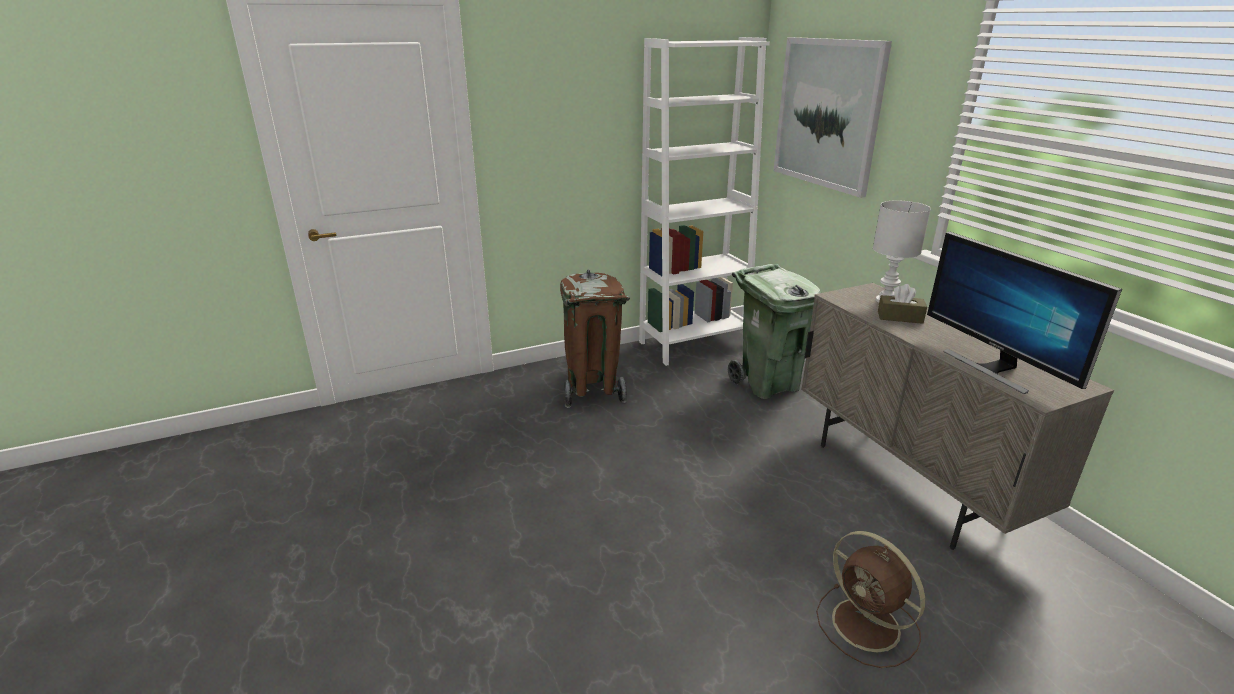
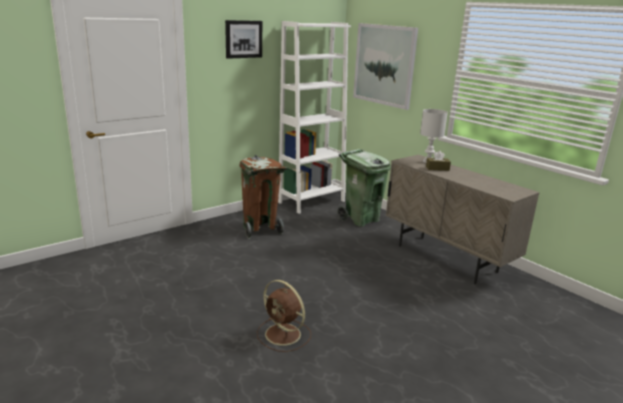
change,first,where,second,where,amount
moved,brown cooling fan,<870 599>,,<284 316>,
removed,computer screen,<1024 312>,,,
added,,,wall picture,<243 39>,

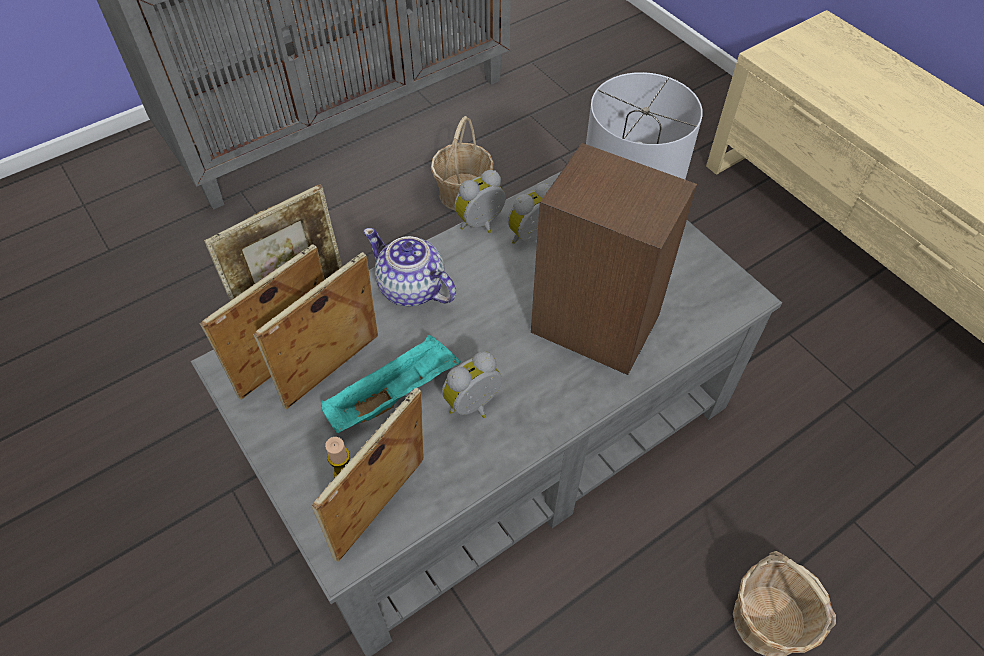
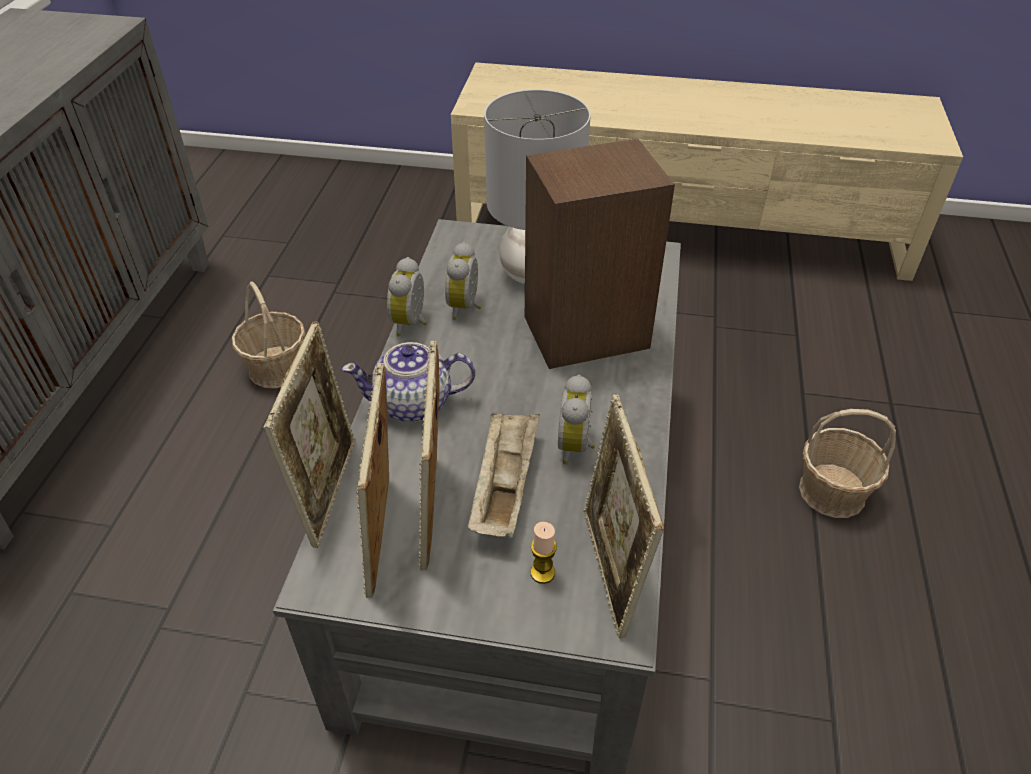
change,first,where,second,where,amount
recoloured,blue-green serving tray,<391 384>,sand-coloured serving tray,<504 475>,

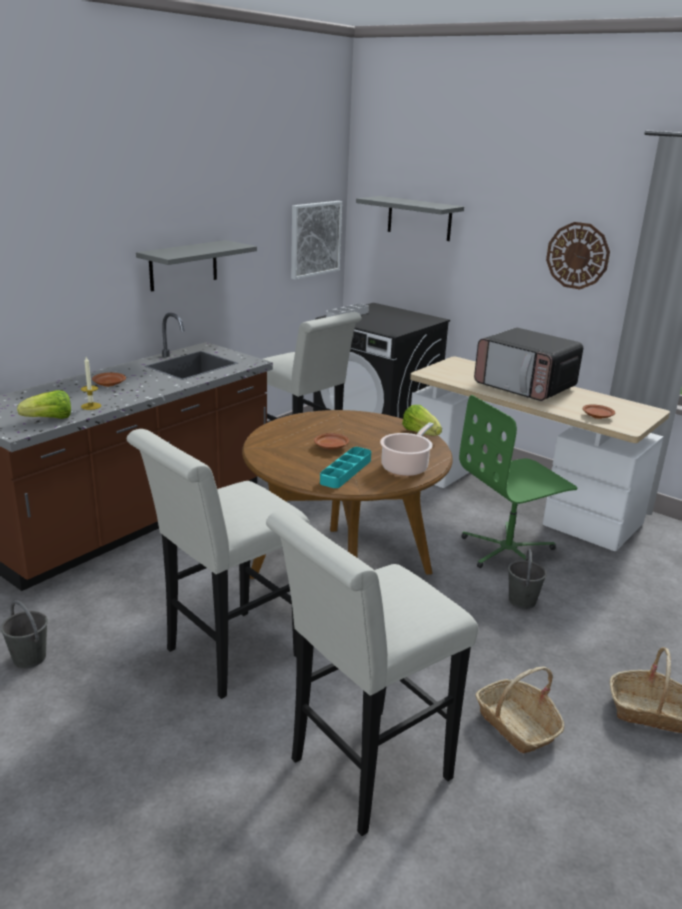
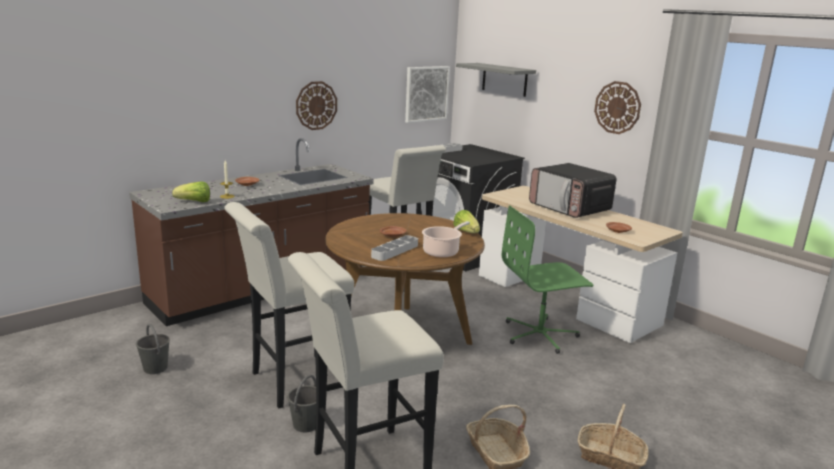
change,first,where,second,where,amount
replaced,gray wall shelf,<196 265>,clock on the wall,<316 105>,
recoloured,blue-green serving tray,<345 467>,gray serving tray,<394 248>,
moved,gray bucket,<527 579>,,<301 403>,

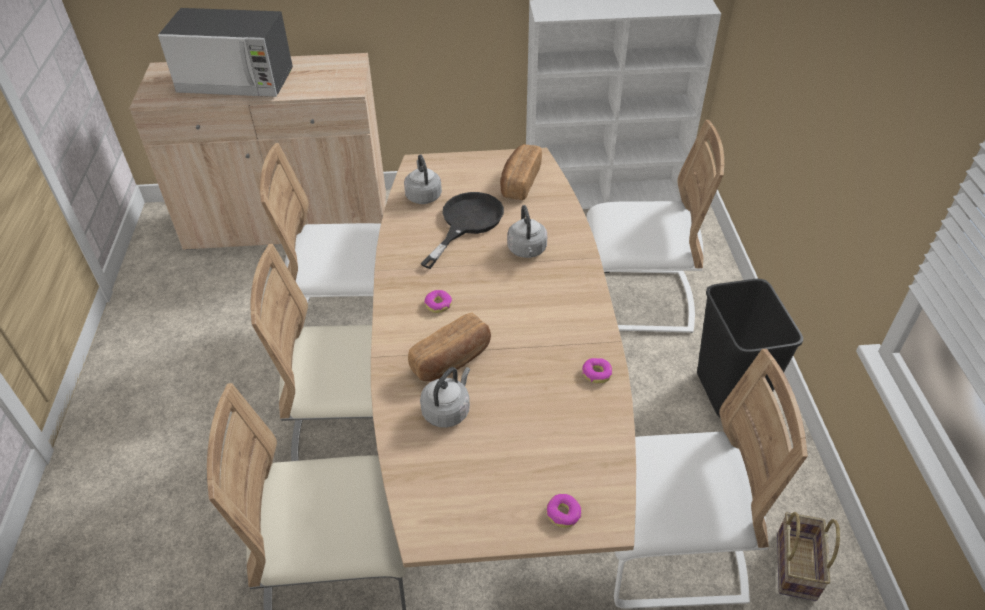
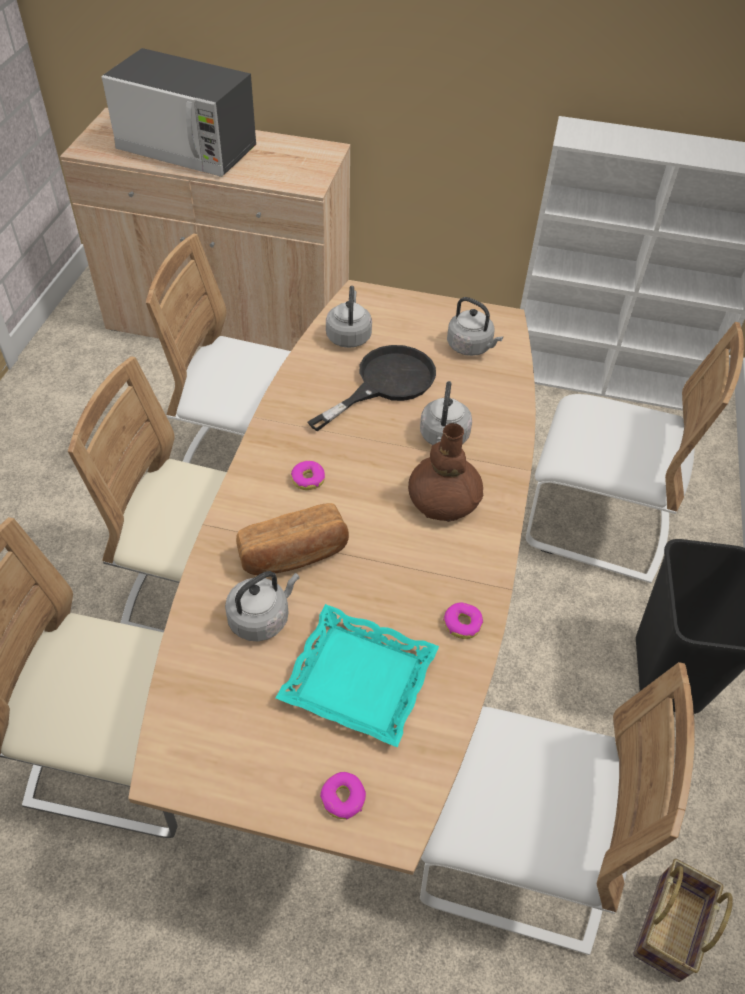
change,first,where,second,where,amount
replaced,bread,<521 172>,gray kettle,<475 326>,
added,,,blue-green serving tray,<357 675>,
added,,,brown decorative vase,<445 472>,

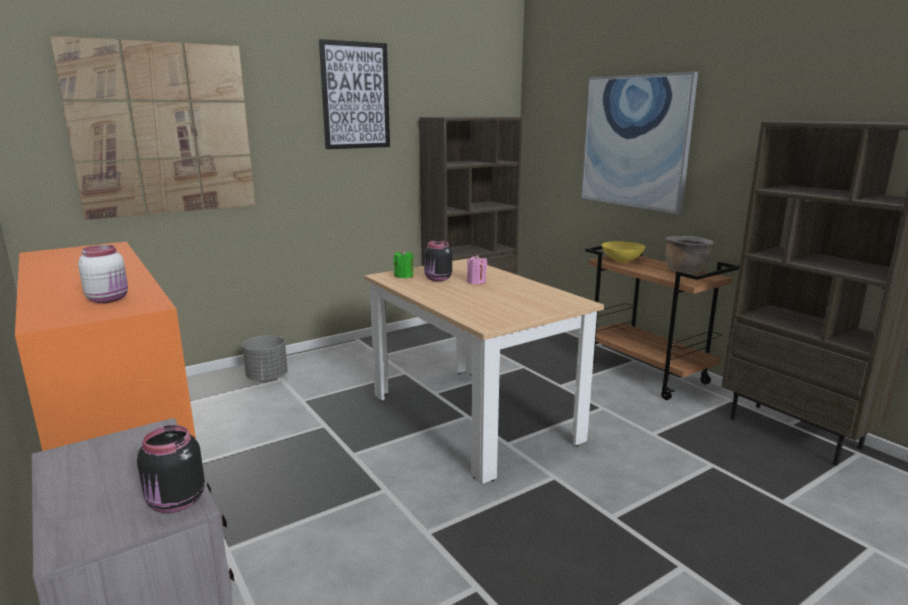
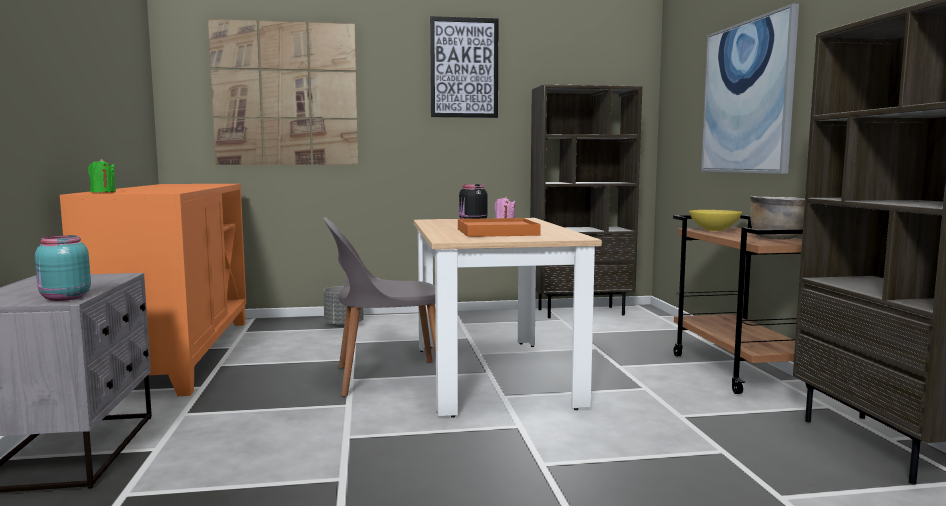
change,first,where,second,where,amount
removed,white-coloured storage jar,<103 274>,,,
recoloured,black-coloured storage jar,<171 469>,blue-green storage jar,<63 268>,
moved,green candle,<404 263>,,<102 175>,
added,,,gray upright chair,<379 307>,
added,,,orange serving tray,<499 227>,

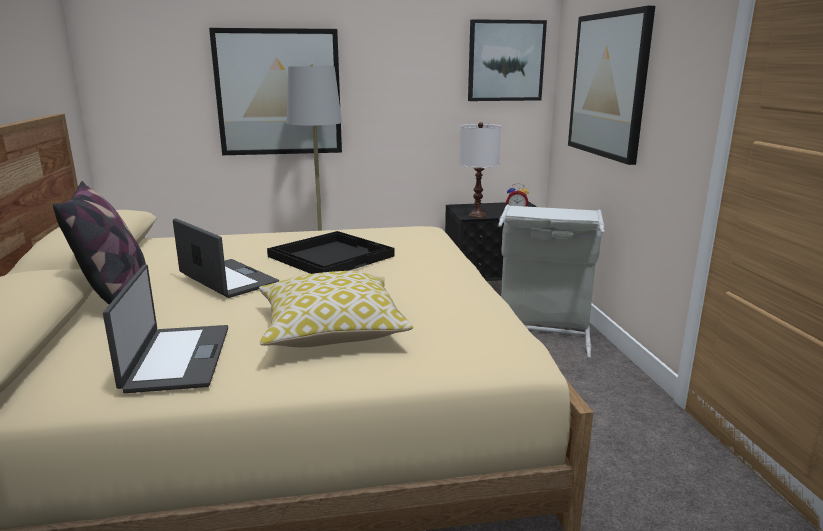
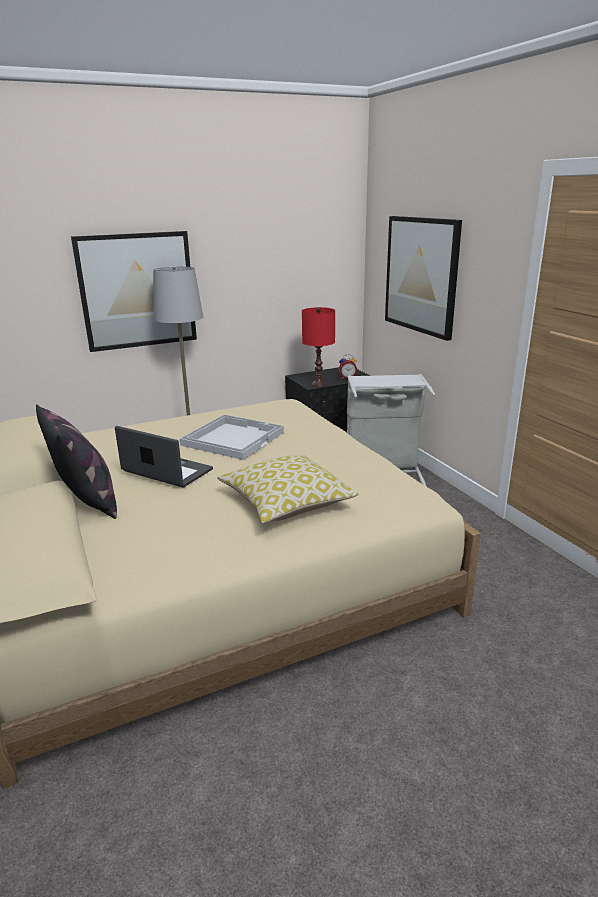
change,first,where,second,where,amount
removed,portable computer,<165 328>,,,
recoloured,black-coloured serving tray,<331 252>,white-coloured serving tray,<231 437>,
recoloured,white-coloured table lamp,<480 170>,reddish table lamp,<318 347>,
removed,wall picture,<507 60>,,,

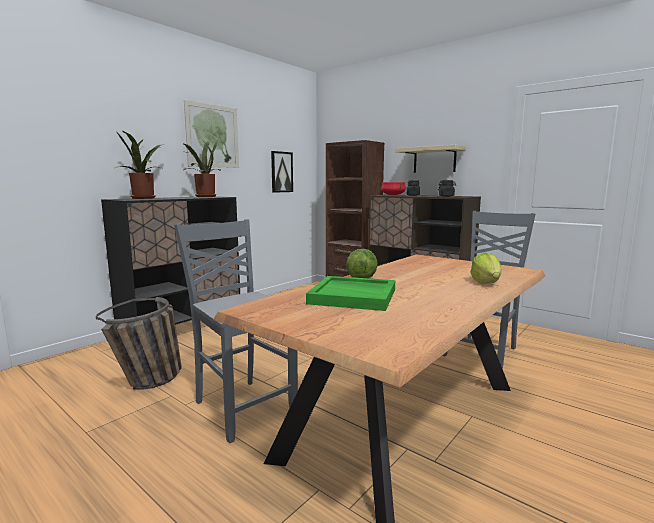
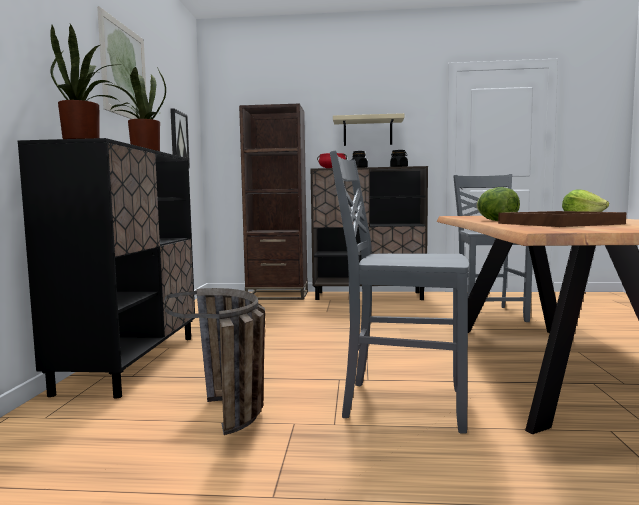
change,first,where,second,where,amount
recoloured,green serving tray,<350 293>,brown serving tray,<562 219>,

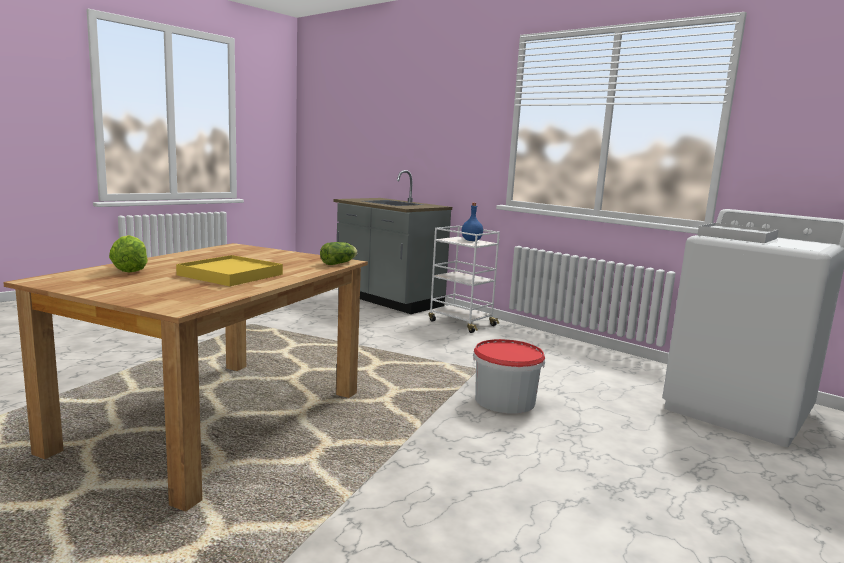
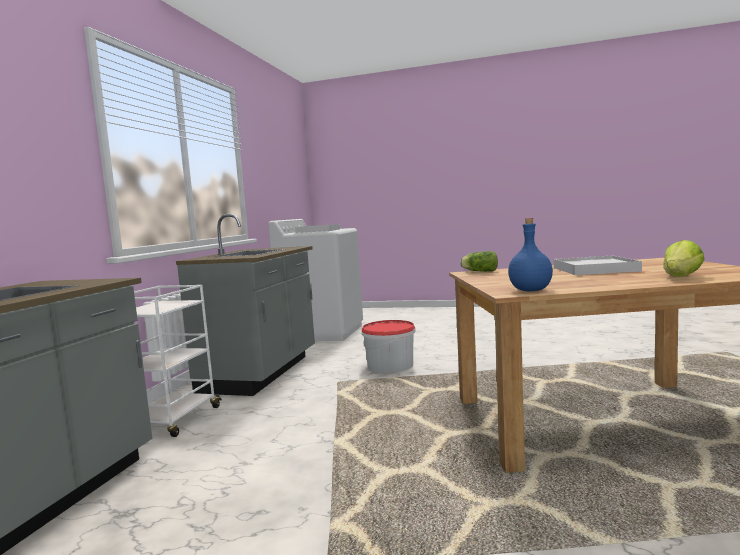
change,first,where,second,where,amount
recoloured,yellow serving tray,<229 270>,white-coloured serving tray,<598 265>,
moved,blue-coloured drink bottle,<472 222>,,<530 255>,
added,,,gray kitchen base unit,<245 305>,

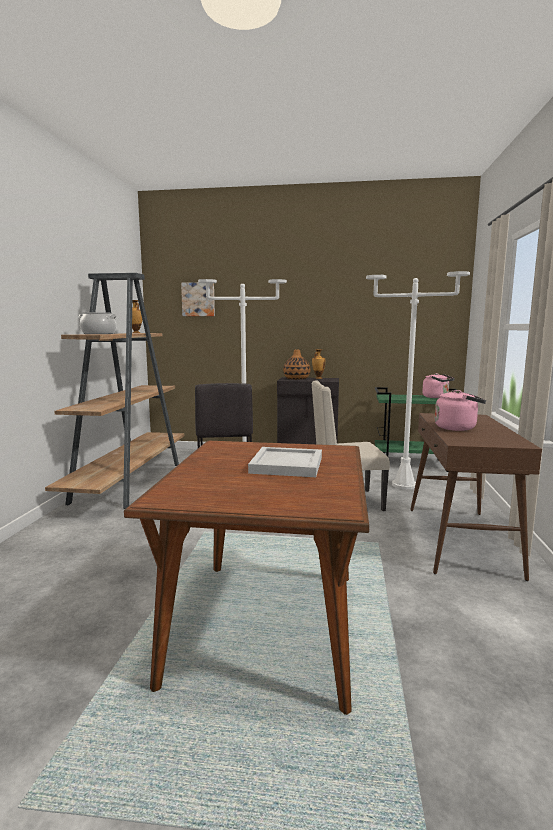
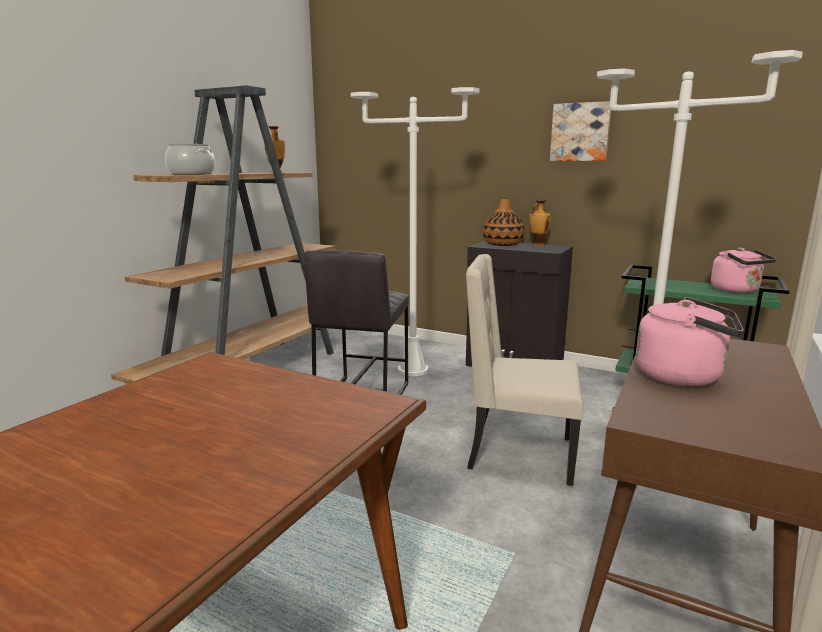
change,first,where,second,where,amount
moved,wall picture,<198 299>,,<580 131>,
removed,white-coloured serving tray,<285 462>,,,

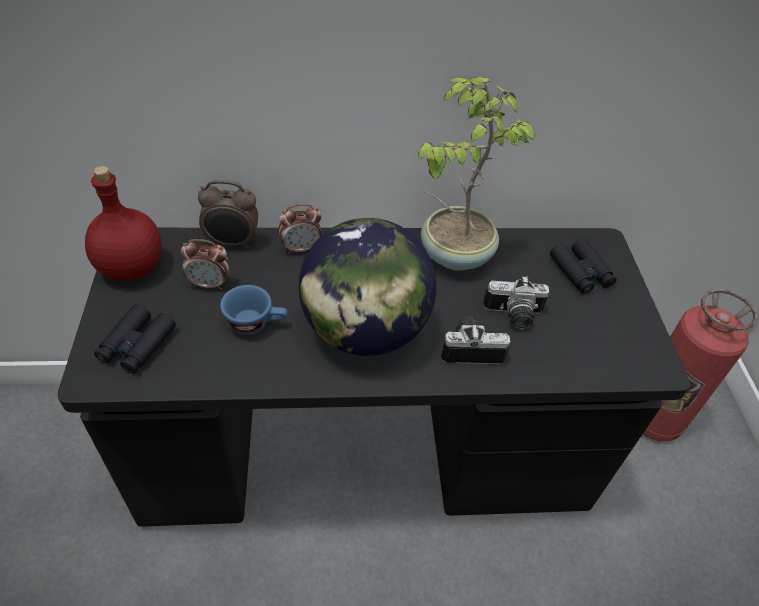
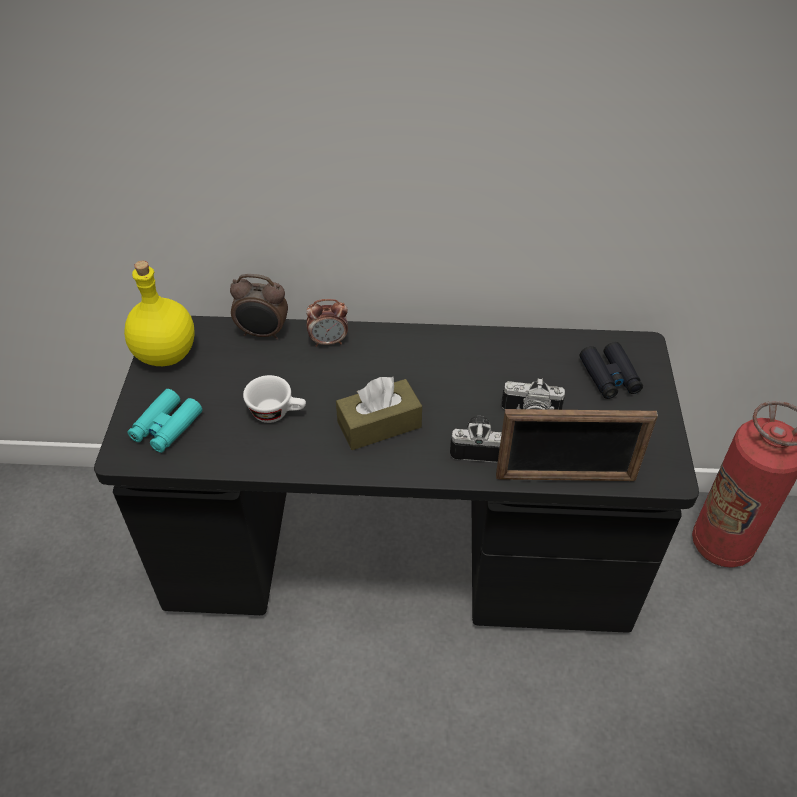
change,first,where,second,where,amount
recoloured,reddish drink bottle,<123 223>,yellow drink bottle,<159 313>,
recoloured,black-coloured pair of binoculars,<135 339>,blue-green pair of binoculars,<164 421>,
removed,table clock,<205 264>,,,
recoloured,blue-coloured drinking cup,<253 310>,white-coloured drinking cup,<274 399>,
replaced,globe,<368 287>,brown tissue holder,<379 413>,
removed,houseplant,<477 174>,,,
added,,,photo frame,<577 445>,

